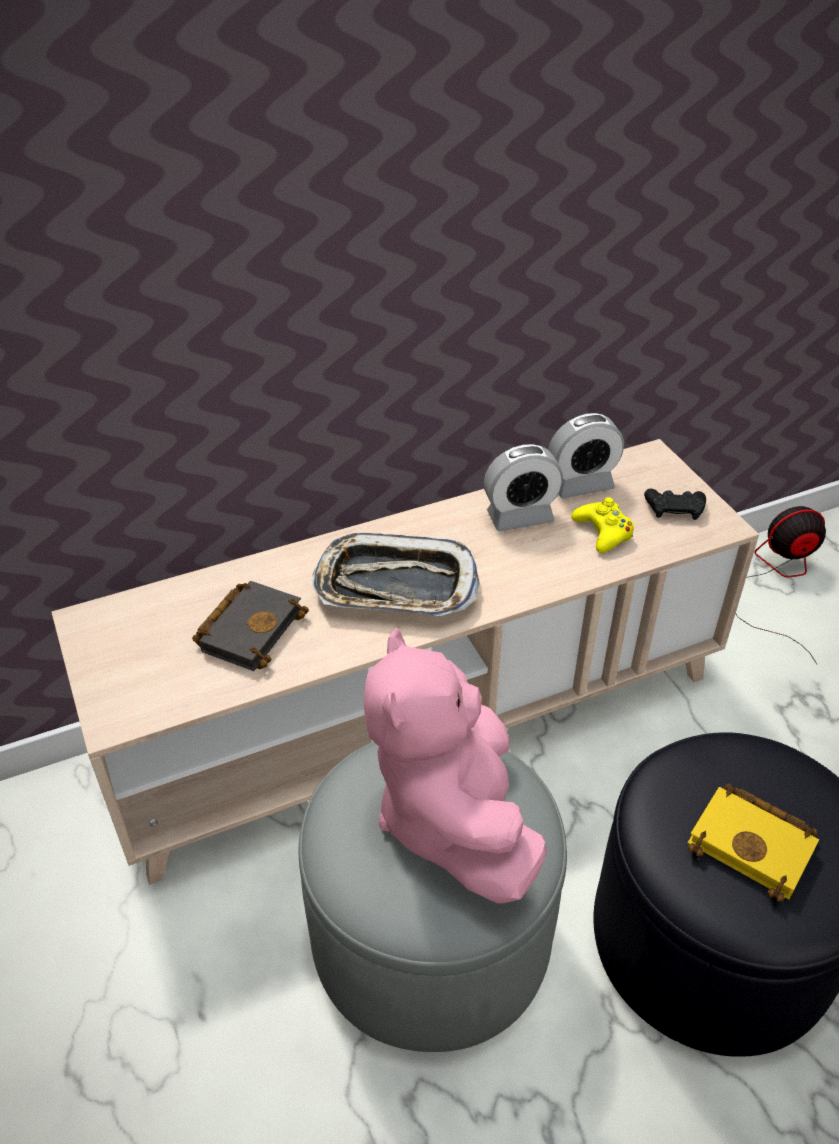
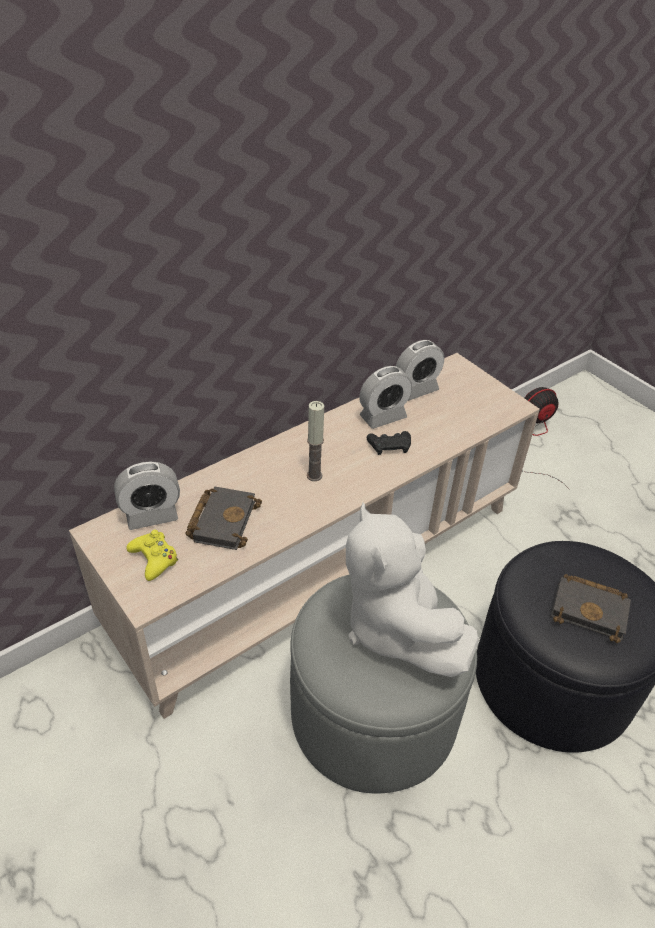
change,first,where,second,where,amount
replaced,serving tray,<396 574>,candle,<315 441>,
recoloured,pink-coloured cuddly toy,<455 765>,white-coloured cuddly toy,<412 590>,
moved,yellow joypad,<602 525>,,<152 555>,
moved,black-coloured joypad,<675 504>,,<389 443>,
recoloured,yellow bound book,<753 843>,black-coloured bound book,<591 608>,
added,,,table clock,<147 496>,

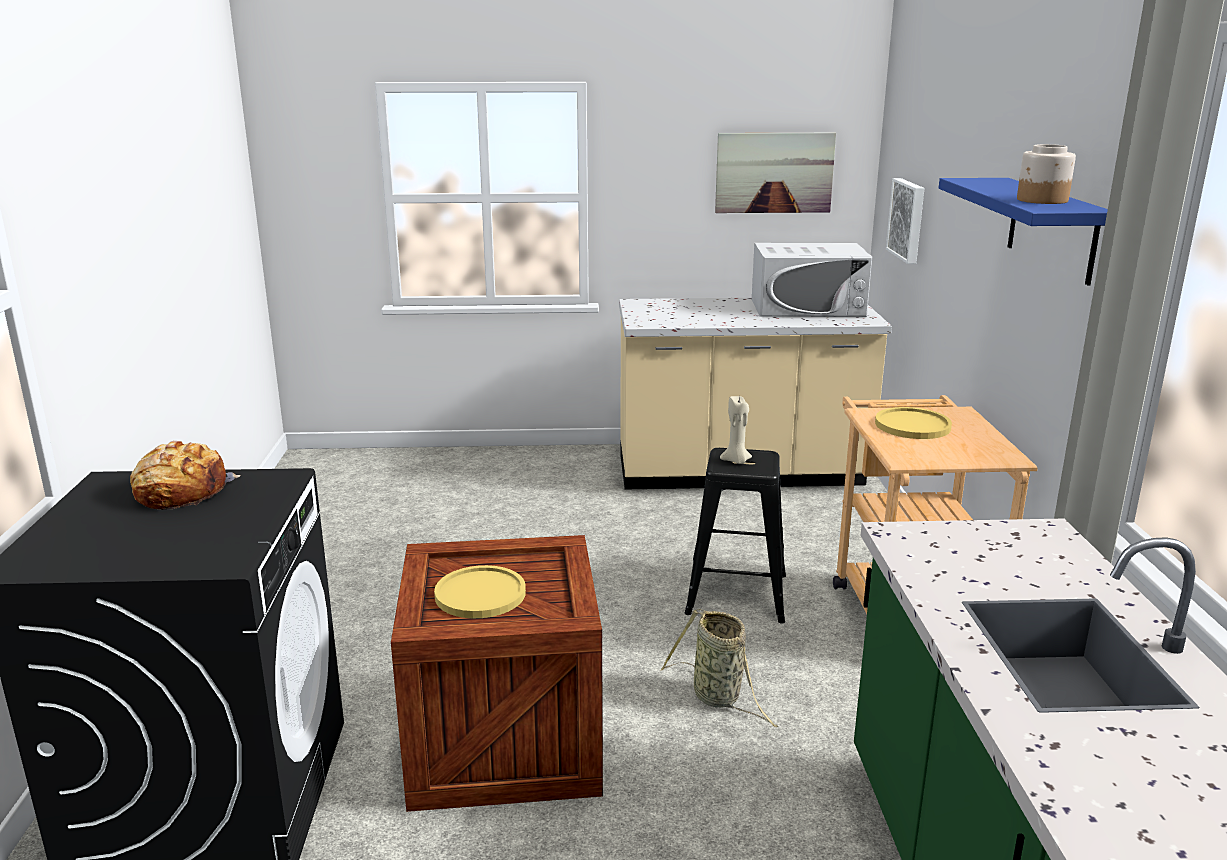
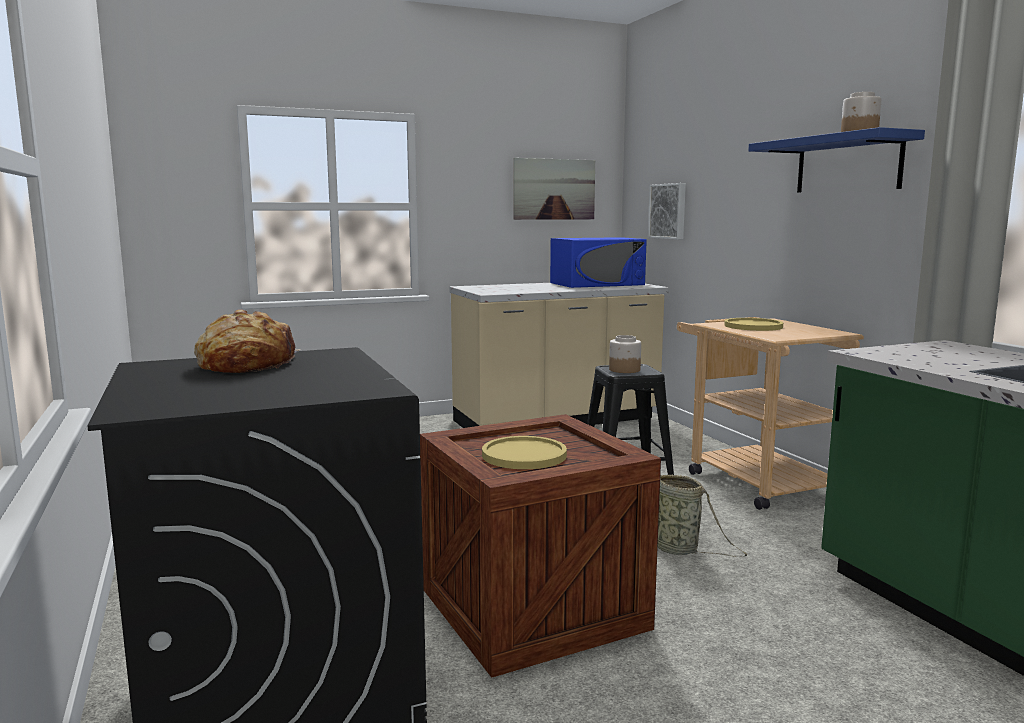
change,first,where,second,where,amount
replaced,sand-coloured candle,<736 430>,storage jar,<625 354>,
recoloured,white-coloured kitchen microwave,<812 280>,blue-coloured kitchen microwave,<598 262>,

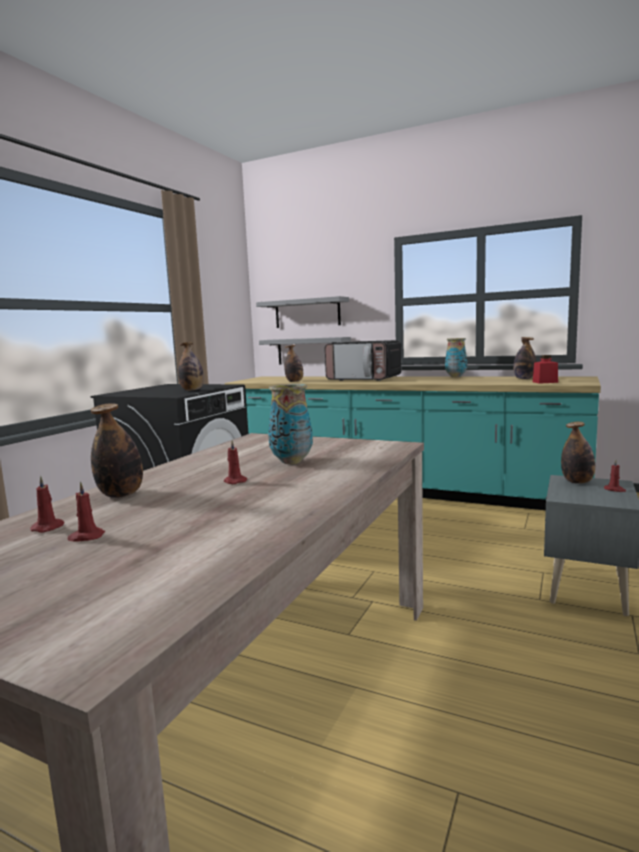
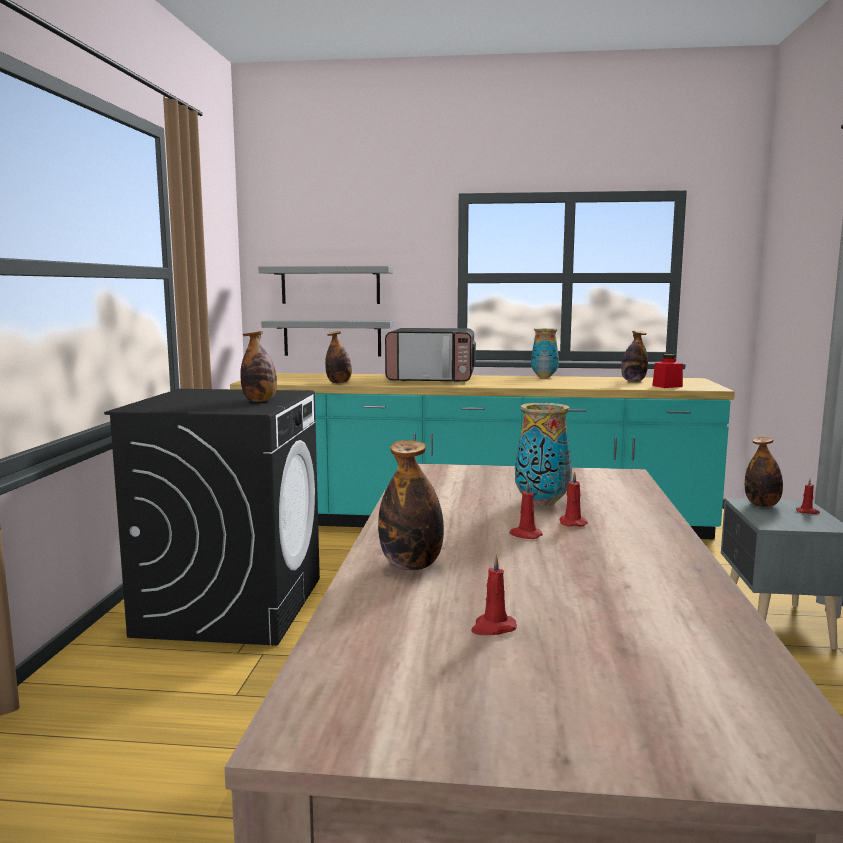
change,first,where,second,where,amount
moved,reddish candle,<47 504>,,<573 499>,

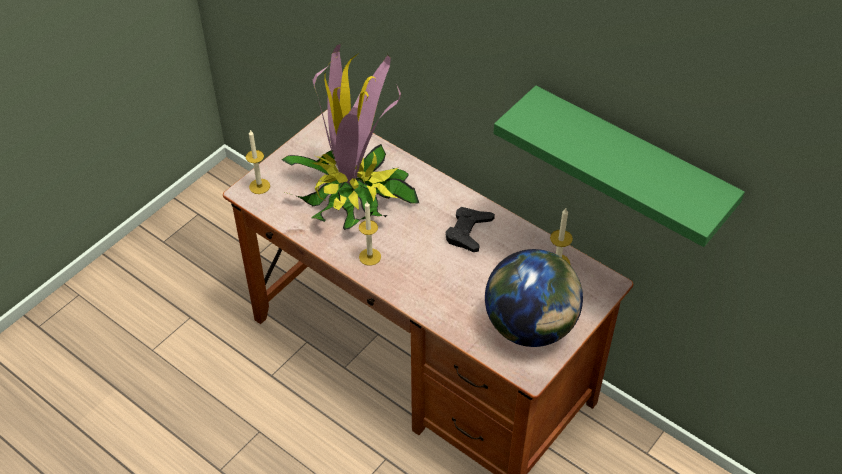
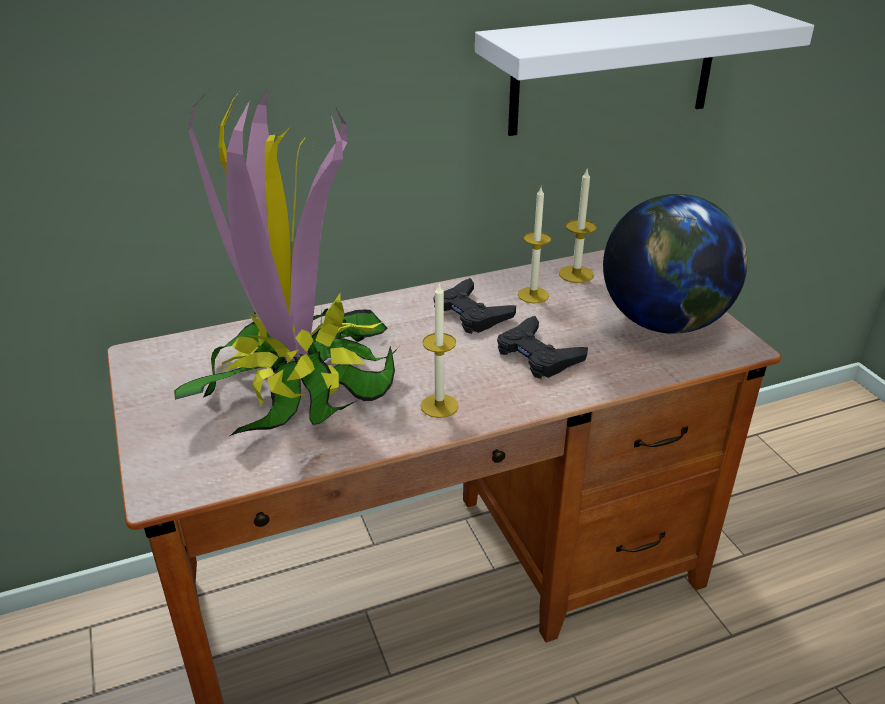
change,first,where,second,where,amount
moved,candle,<258 161>,,<534 245>,
recoloured,green wall shelf,<619 166>,white-coloured wall shelf,<644 70>,
added,,,black-coloured joypad,<542 347>,

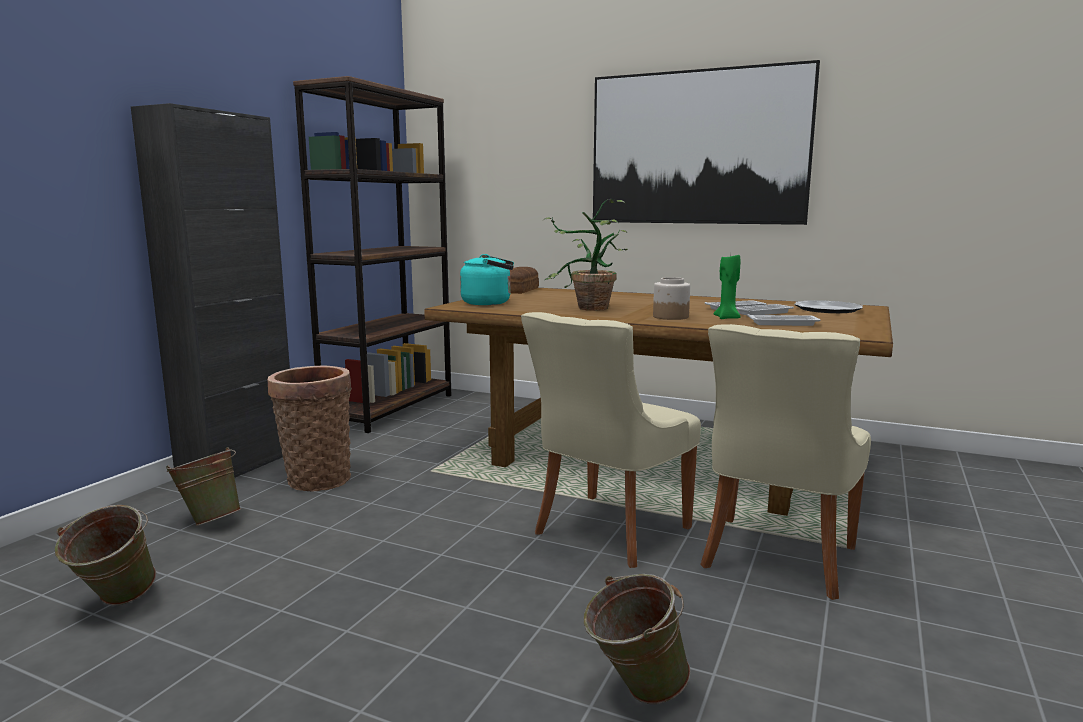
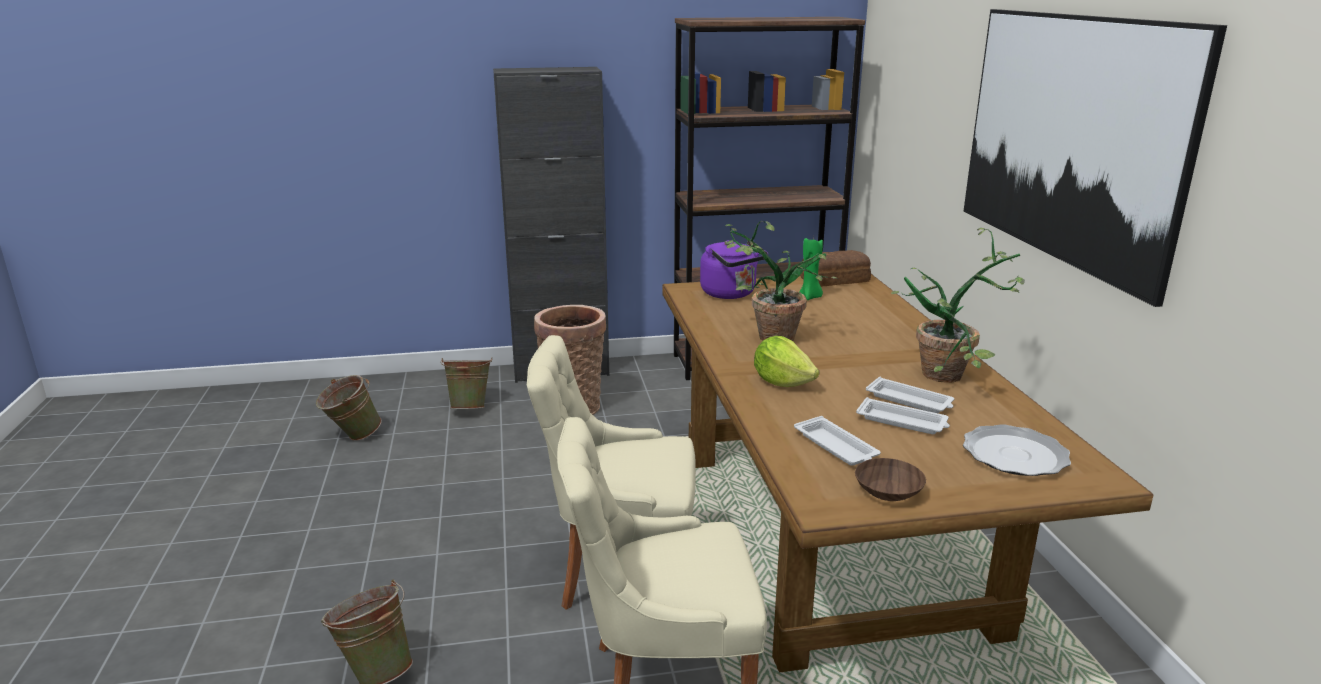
change,first,where,second,where,amount
recoloured,blue-green kettle,<487 279>,purple-coloured kettle,<734 269>,
replaced,storage jar,<671 298>,lettuce,<787 361>,
moved,green candle,<727 286>,,<811 268>,
added,,,brown bowl,<890 479>,
added,,,houseplant,<958 305>,

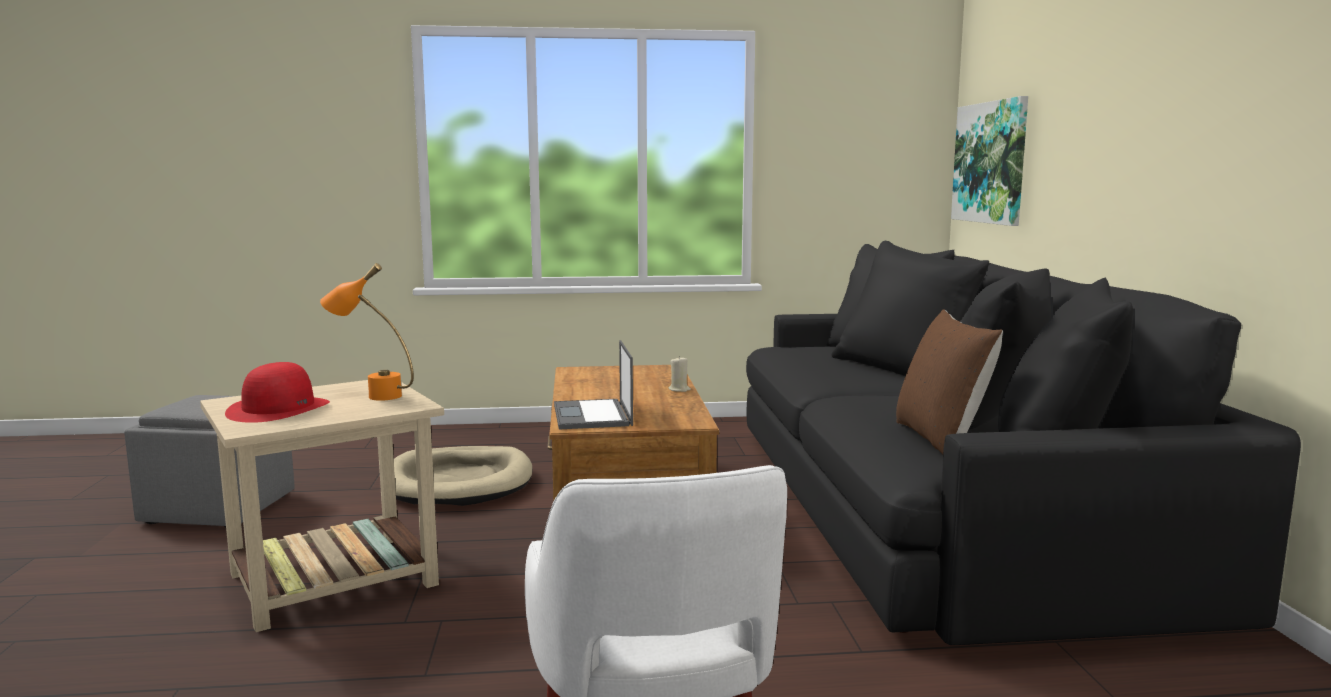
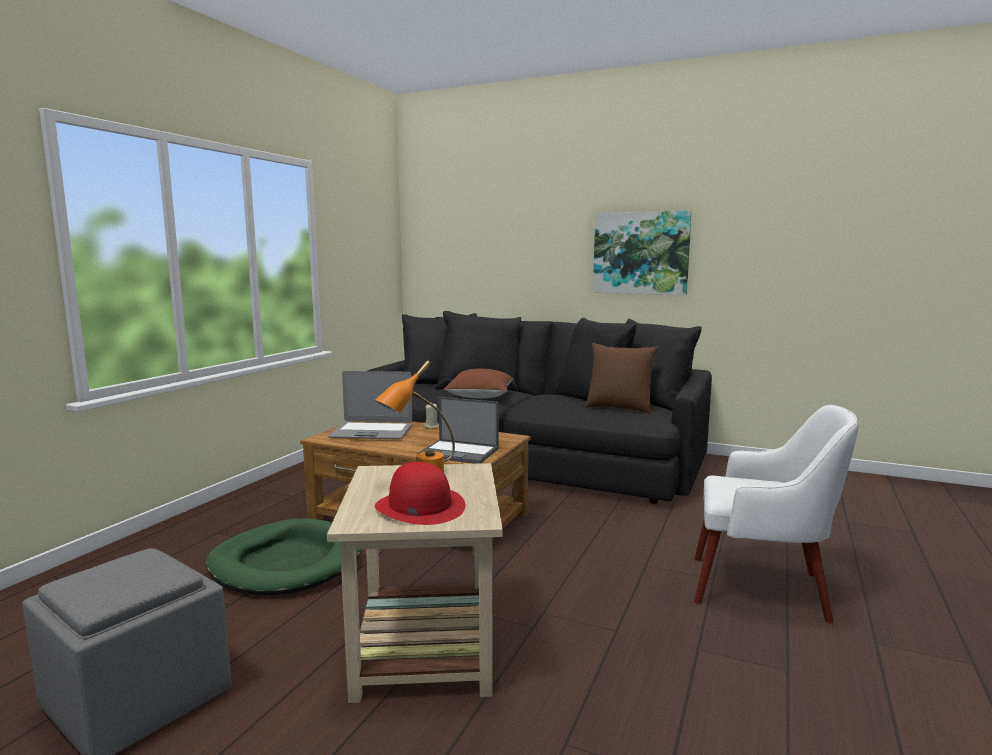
change,first,where,second,where,amount
recoloured,sand-coloured dog bed,<463 476>,green dog bed,<283 556>,
moved,wall picture,<989 161>,,<642 252>,
added,,,portable computer,<370 405>,
added,,,brown throw pillow,<479 384>,

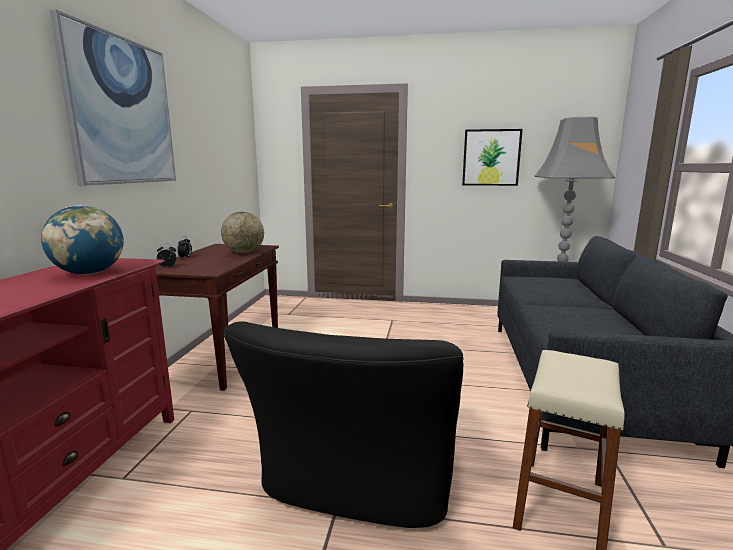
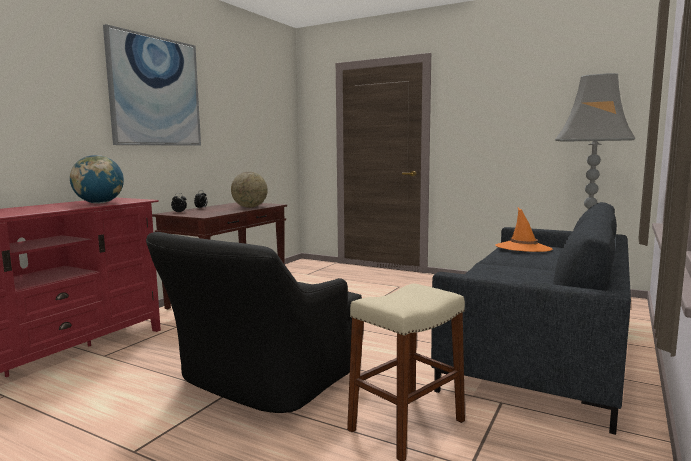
change,first,where,second,where,amount
removed,wall picture,<492 157>,,,
added,,,orange wearable hat,<524 230>,

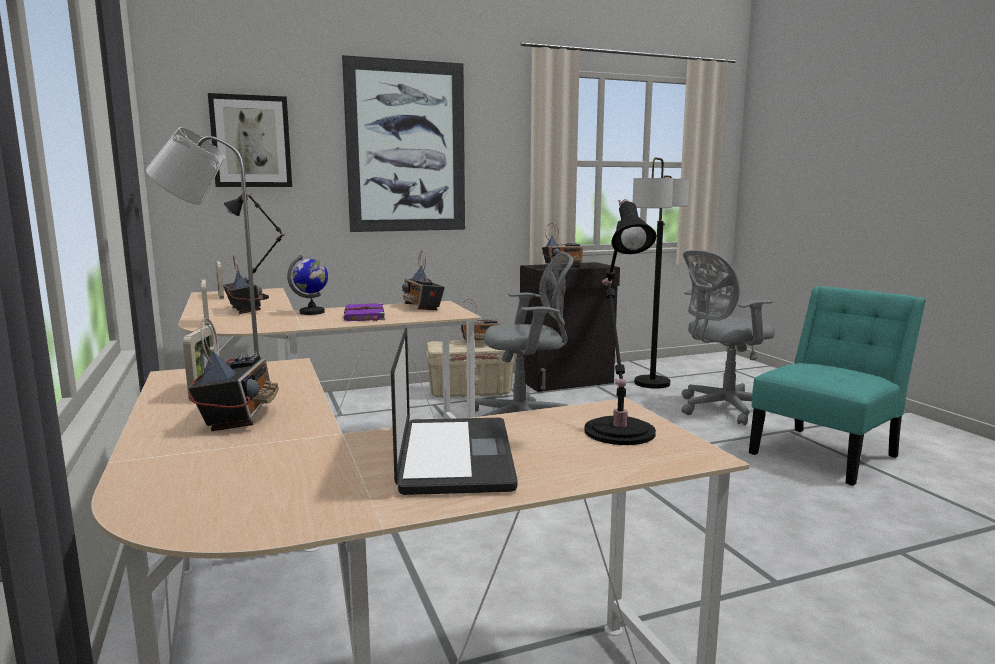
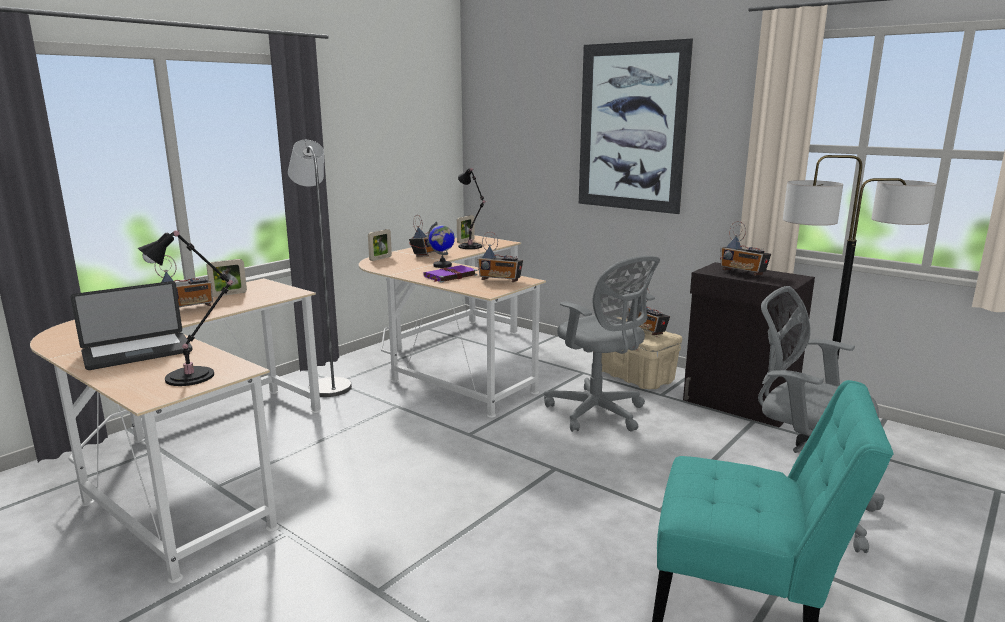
change,first,where,second,where,amount
removed,wall picture,<250 140>,,,
turned,radio receiver,<423 280>,,<500 257>,105 degrees counterclockwise

